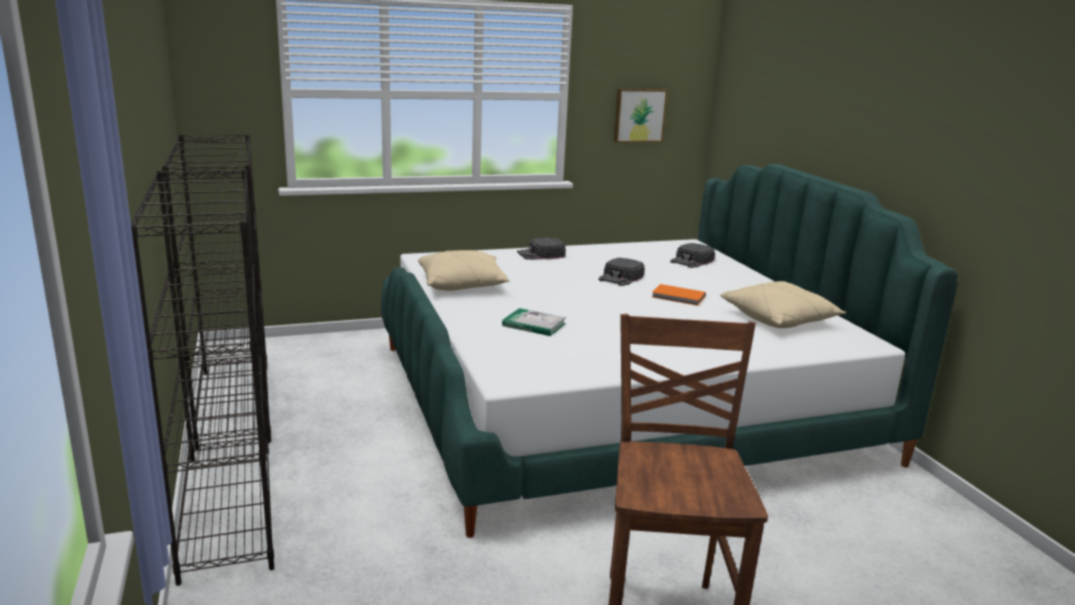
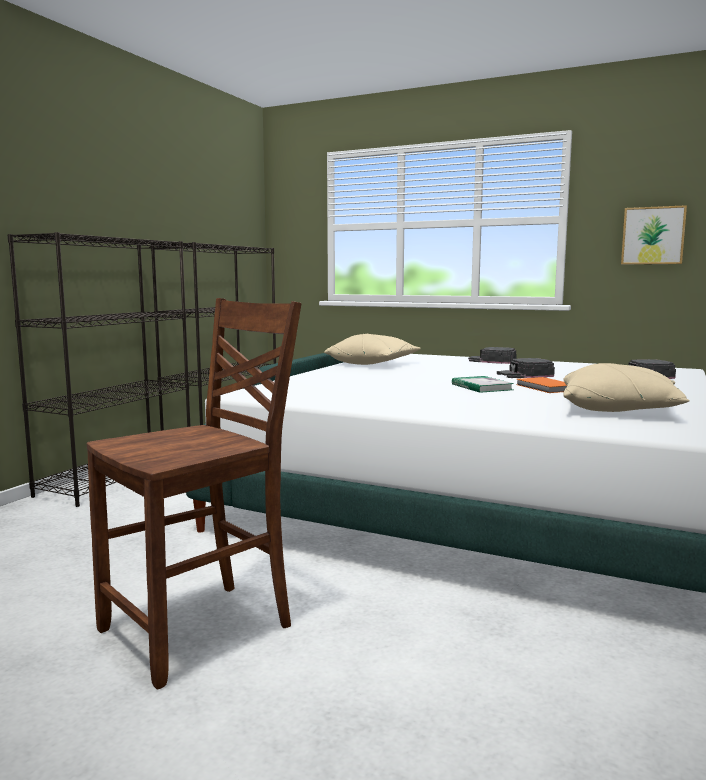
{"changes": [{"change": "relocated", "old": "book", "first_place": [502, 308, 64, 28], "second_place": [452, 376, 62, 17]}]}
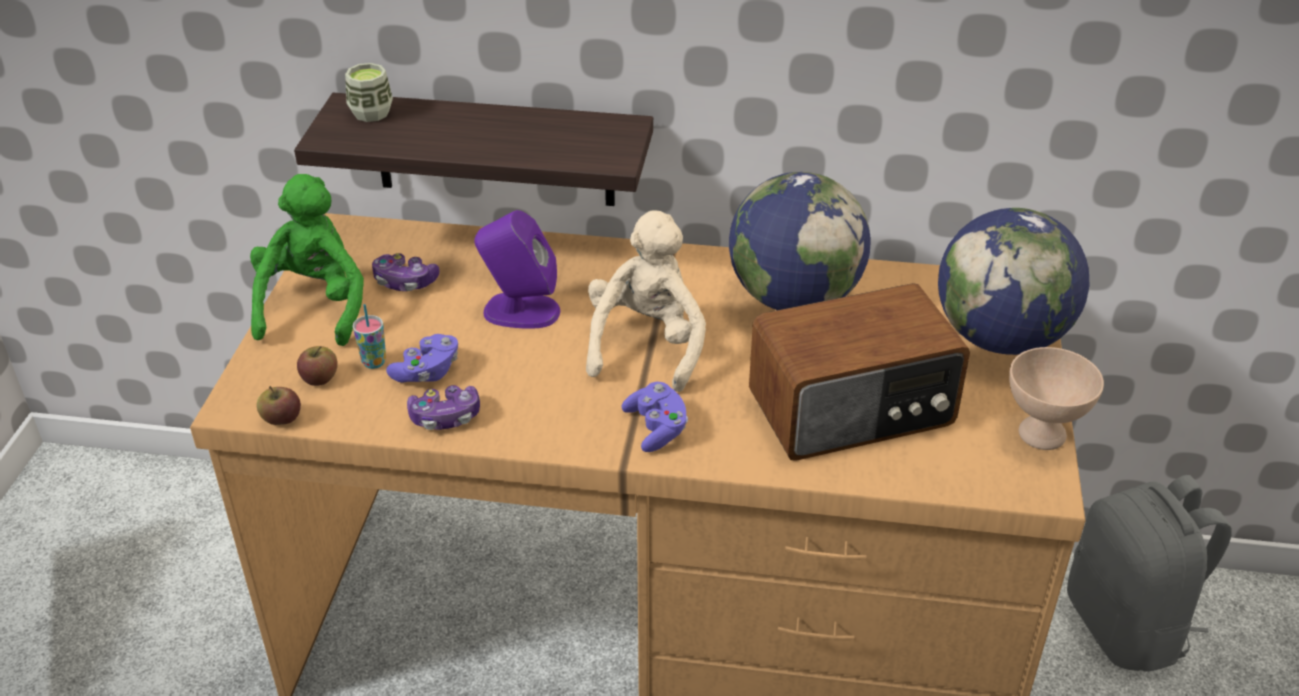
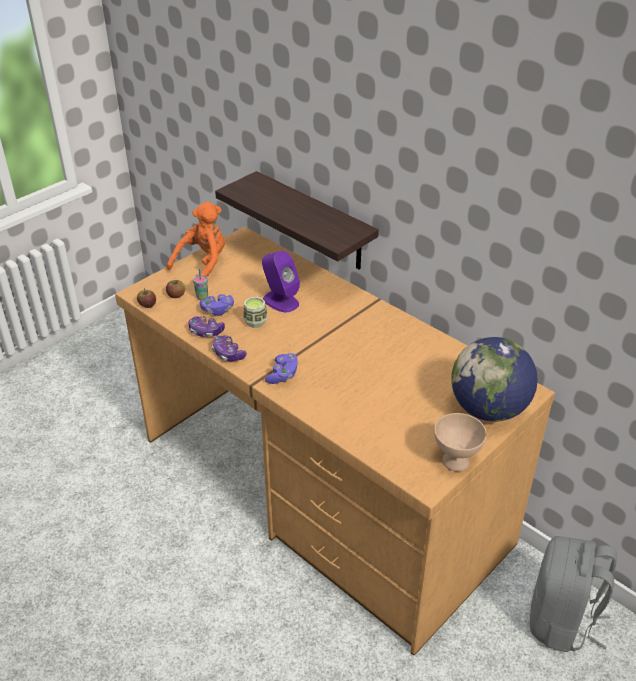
{"changes": [{"change": "colour", "old": "green-coloured cuddly toy", "new": "orange cuddly toy", "first_place": [250, 174, 114, 172], "second_place": [167, 202, 58, 75]}, {"change": "relocated", "old": "drinking cup", "first_place": [345, 63, 48, 59], "second_place": [243, 297, 24, 31]}, {"change": "relocated", "old": "joypad", "first_place": [372, 253, 67, 38], "second_place": [212, 335, 35, 26]}, {"change": "missing", "old": "sand-coloured cuddly toy", "first_place": [586, 210, 120, 182]}, {"change": "missing", "old": "desk globe", "first_place": [729, 172, 141, 138]}, {"change": "missing", "old": "radio set", "first_place": [749, 283, 221, 178]}]}
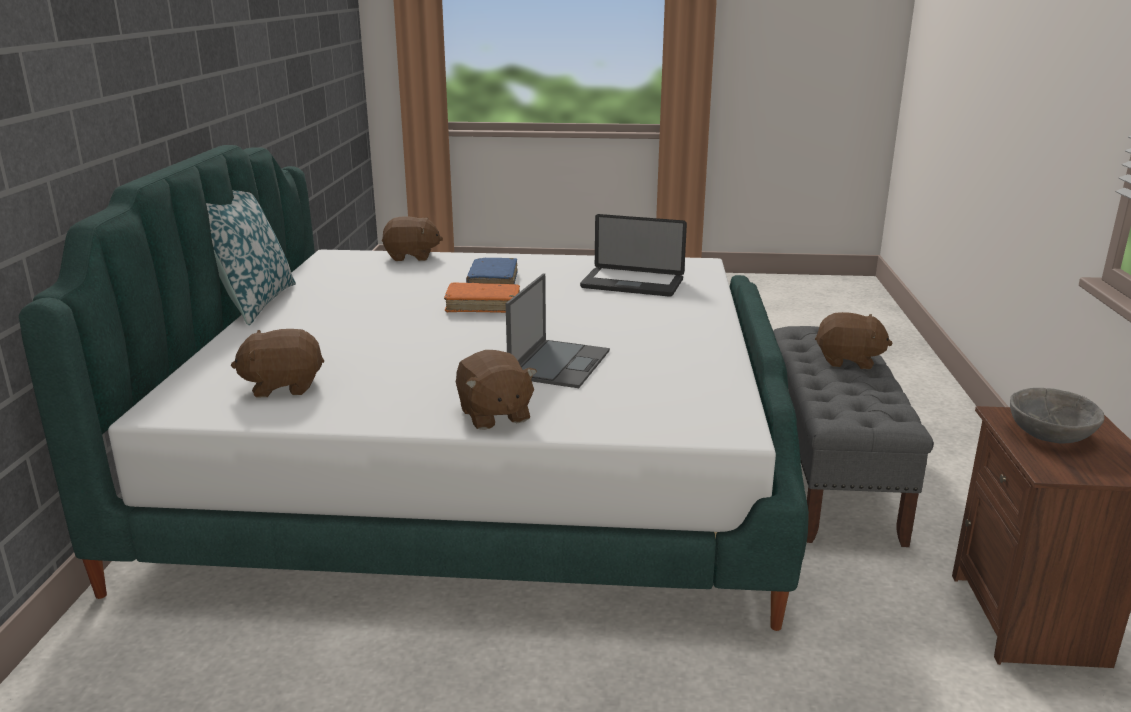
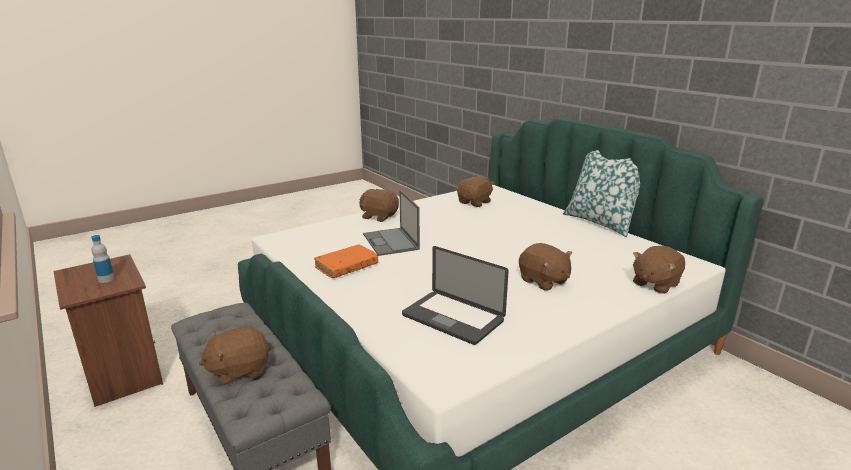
{"changes": [{"change": "relocated", "old": "orange book", "first_place": [444, 283, 76, 30], "second_place": [314, 245, 64, 33]}, {"change": "exchanged", "old": "blue-coloured book", "new": "brown-coloured cuddly toy", "first_place": [466, 258, 52, 26], "second_place": [519, 243, 53, 48]}, {"change": "spun", "old": "laptop", "first_place": [580, 214, 107, 83], "second_place": [402, 246, 107, 99], "degrees": -120}, {"change": "exchanged", "old": "grey deep dish", "new": "drink bottle", "first_place": [1010, 388, 94, 55], "second_place": [91, 235, 24, 48]}]}
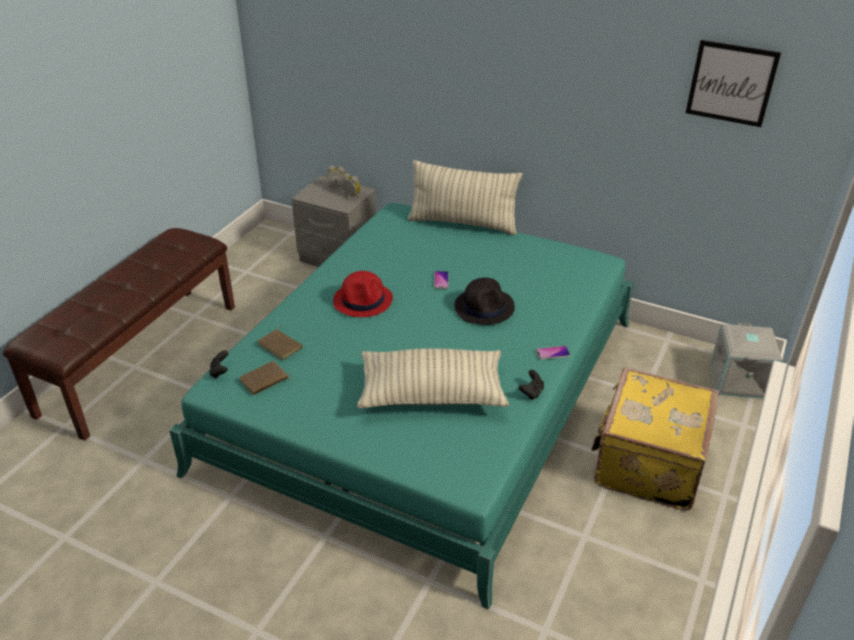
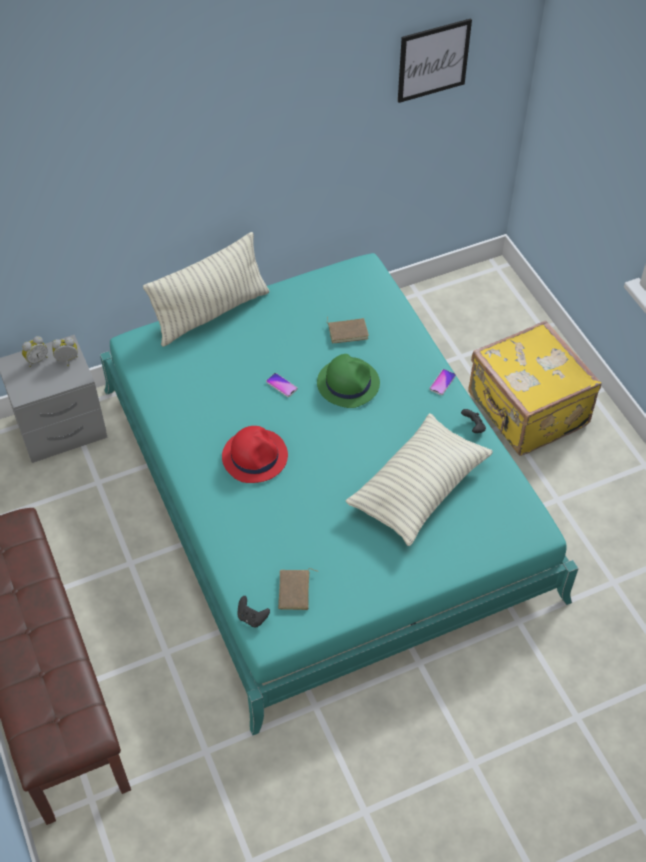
{"changes": [{"change": "relocated", "old": "brown-coloured book", "first_place": [258, 326, 44, 34], "second_place": [327, 317, 42, 26]}, {"change": "colour", "old": "black wearable hat", "new": "green-coloured wearable hat", "first_place": [454, 278, 61, 47], "second_place": [317, 354, 63, 54]}, {"change": "missing", "old": "grey storage box", "first_place": [710, 323, 73, 76]}]}
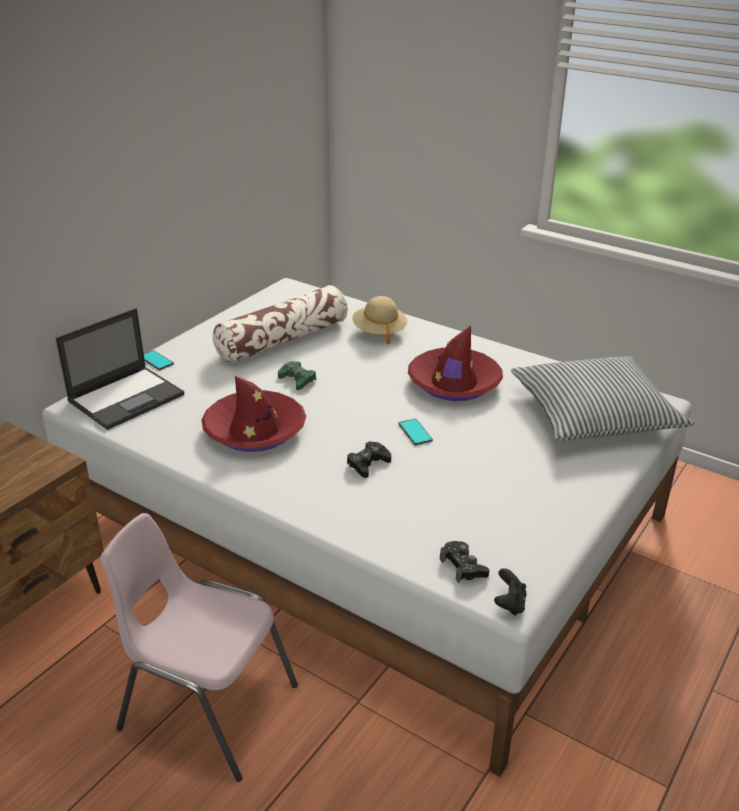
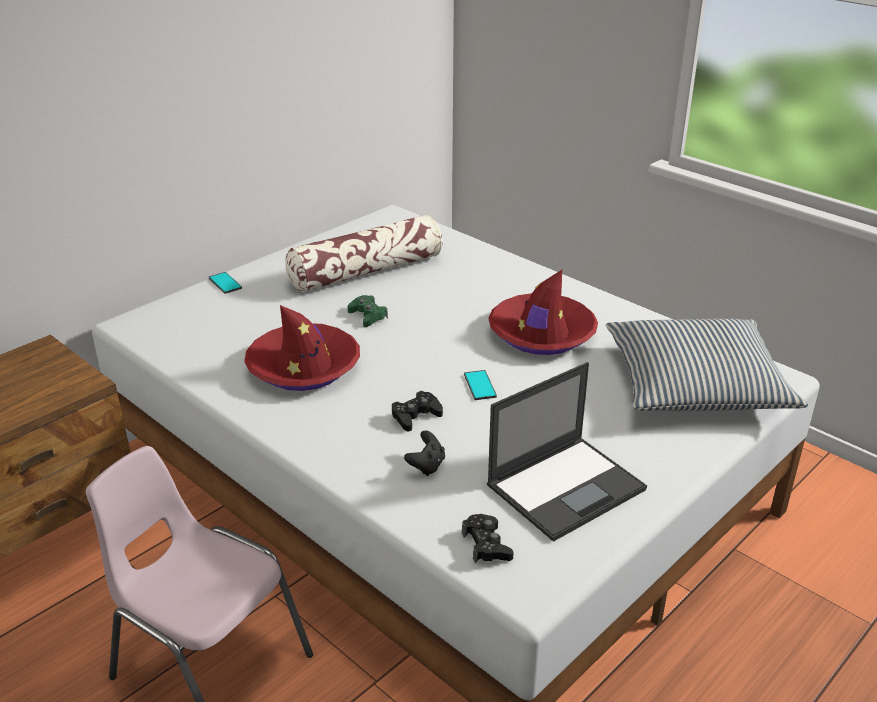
{"changes": [{"change": "relocated", "old": "laptop", "first_place": [56, 308, 128, 122], "second_place": [487, 362, 160, 180]}, {"change": "missing", "old": "sand-coloured wearable hat", "first_place": [352, 296, 55, 48]}, {"change": "relocated", "old": "black joypad", "first_place": [494, 568, 32, 48], "second_place": [404, 431, 41, 45]}]}
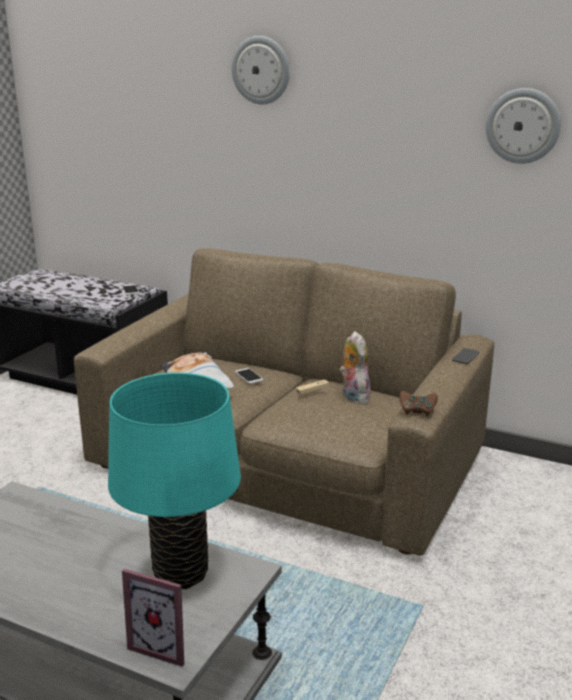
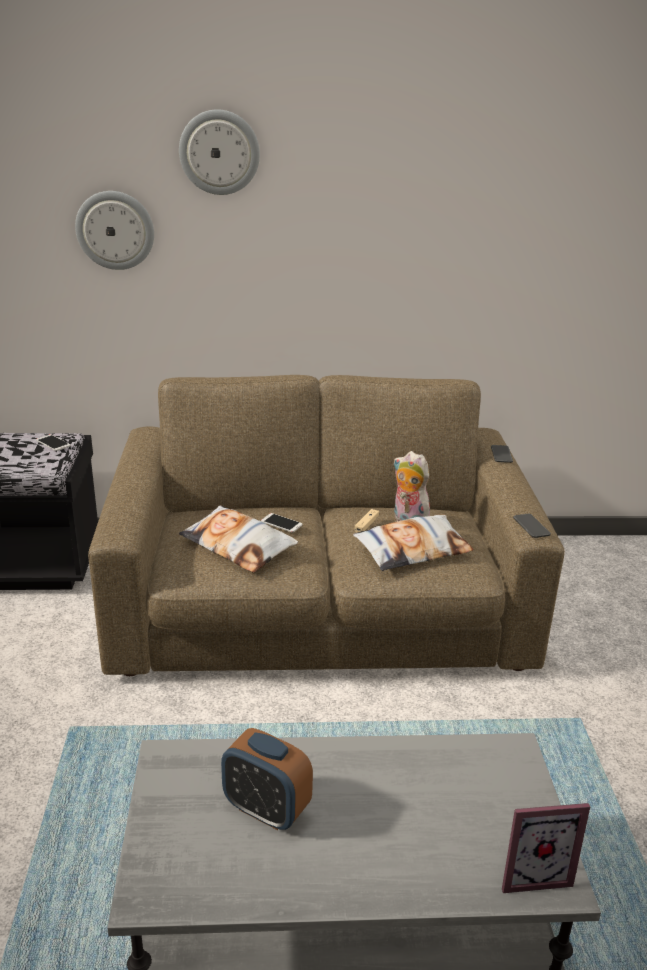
{"changes": [{"change": "missing", "old": "turquoise-coloured lamp for a table", "first_place": [108, 372, 133, 217]}, {"change": "exchanged", "old": "brown-coloured joypad", "new": "phone", "first_place": [399, 391, 39, 25], "second_place": [513, 514, 38, 24]}, {"change": "relocated", "old": "hanging clock", "first_place": [486, 88, 75, 76], "second_place": [75, 191, 79, 79]}, {"change": "appeared", "new": "table clock", "second_place": [221, 728, 92, 102]}, {"change": "appeared", "new": "throw pillow", "second_place": [353, 515, 121, 56]}]}
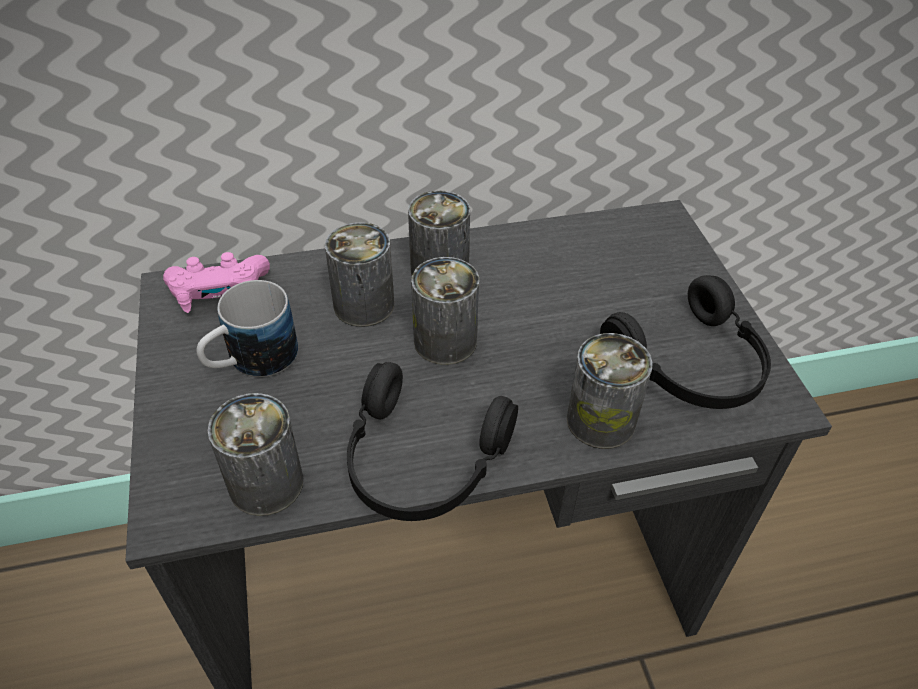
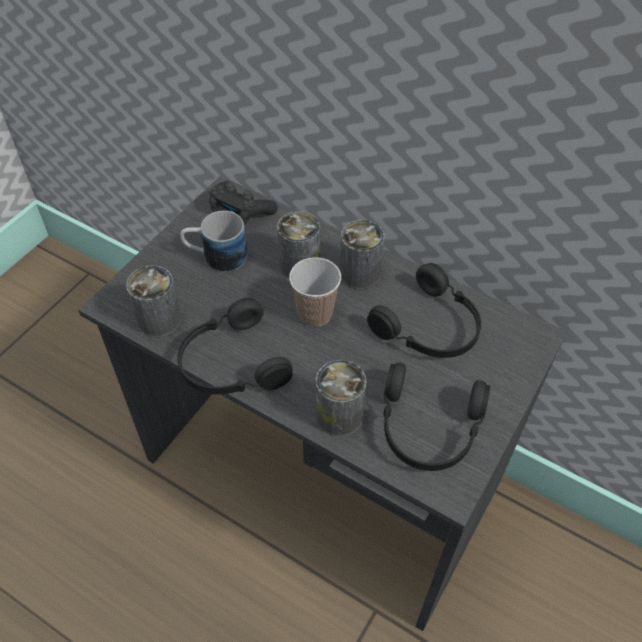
{"changes": [{"change": "colour", "old": "pinkish joypad", "new": "black joypad", "first_place": [163, 252, 107, 61], "second_place": [209, 181, 69, 44]}, {"change": "exchanged", "old": "metal can", "new": "drinking cup", "first_place": [411, 257, 68, 108], "second_place": [289, 257, 52, 70]}, {"change": "appeared", "new": "black headset", "second_place": [367, 263, 114, 95]}]}
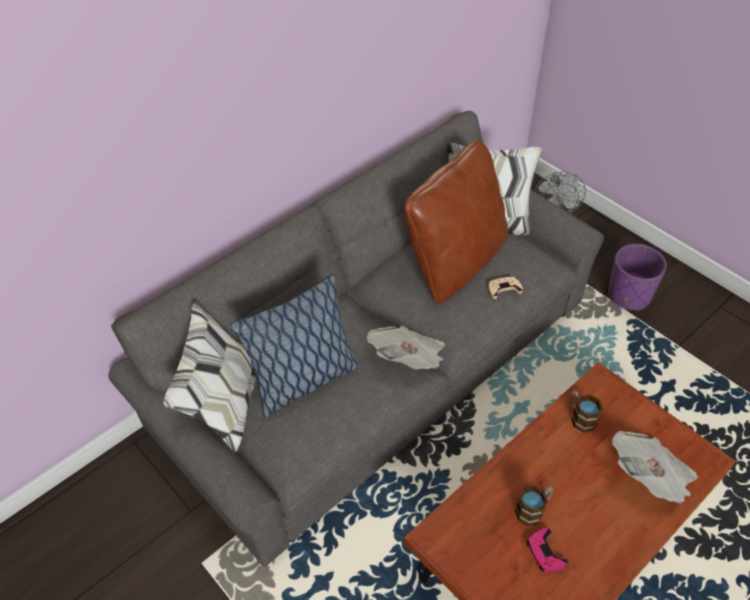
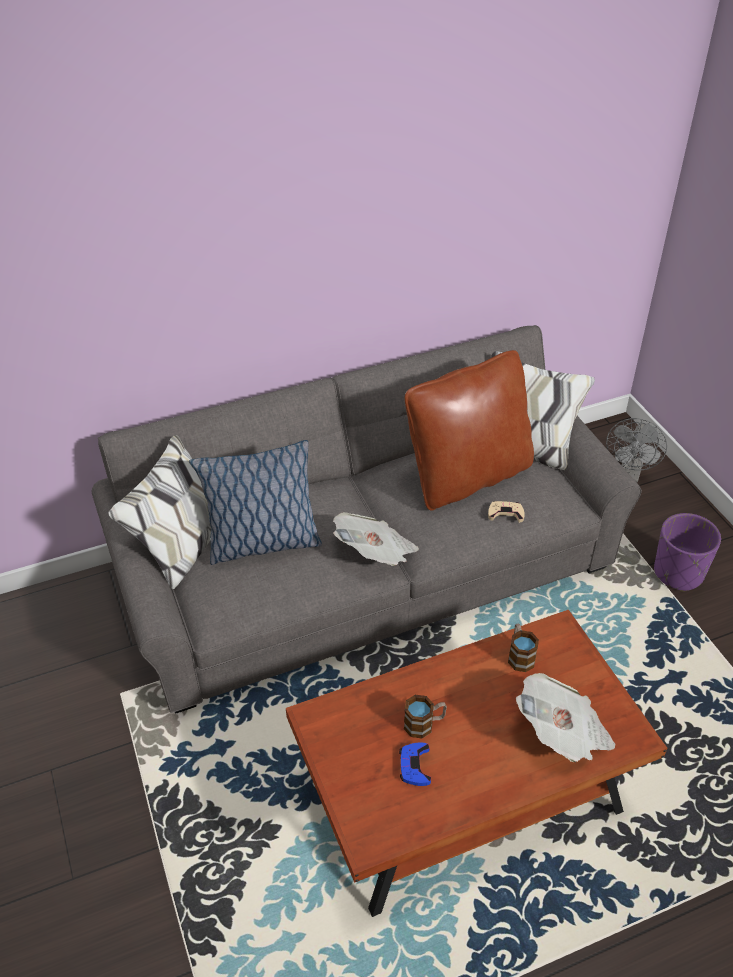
{"changes": [{"change": "colour", "old": "pinkish joypad", "new": "blue-coloured joypad", "first_place": [526, 528, 42, 44], "second_place": [399, 743, 32, 43]}]}
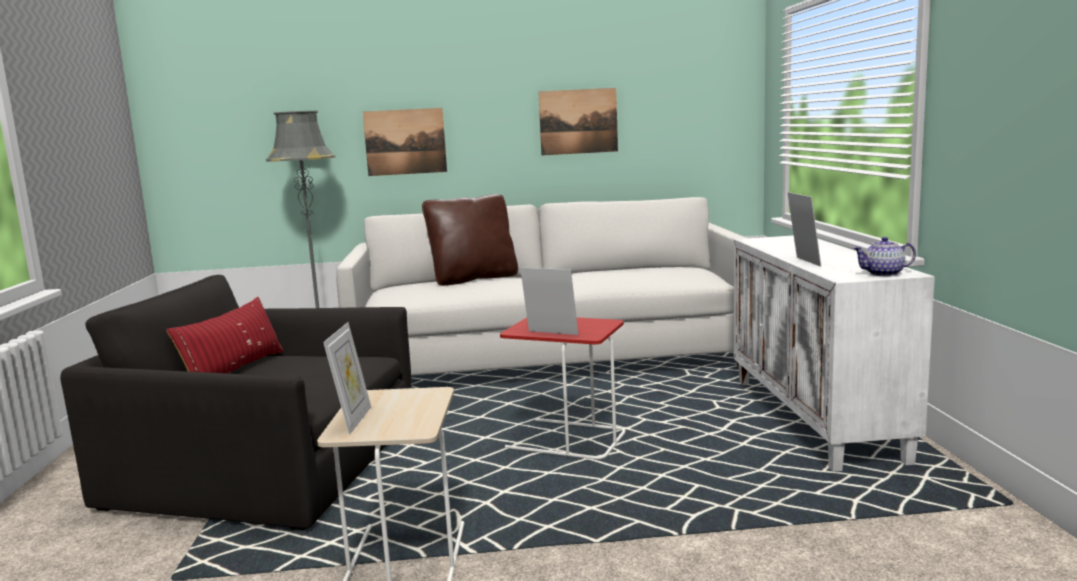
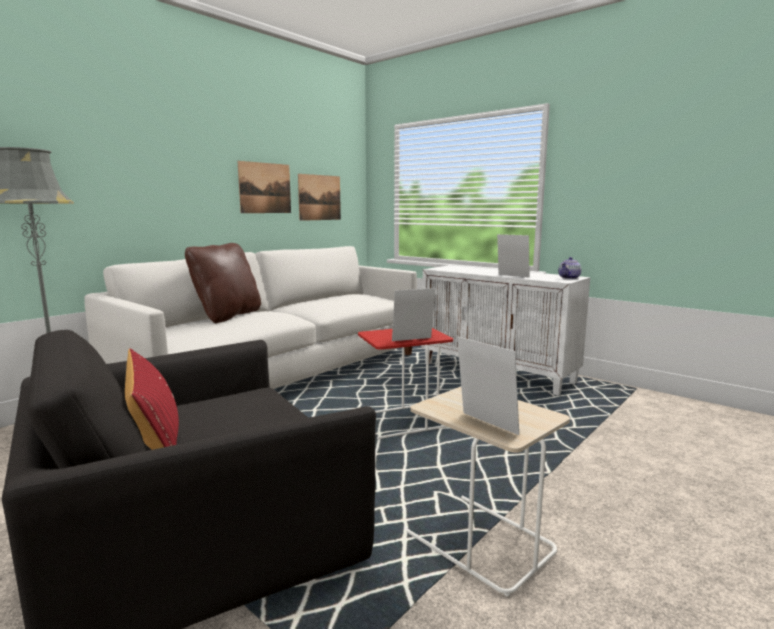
{"changes": [{"change": "relocated", "old": "wall art", "first_place": [363, 108, 84, 68], "second_place": [298, 174, 43, 47]}]}
